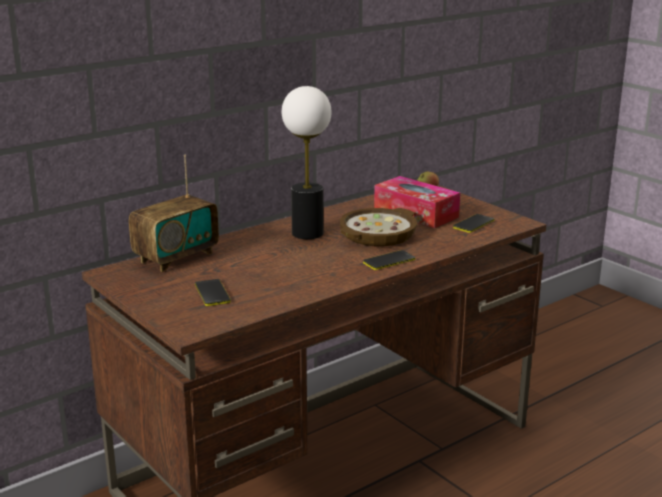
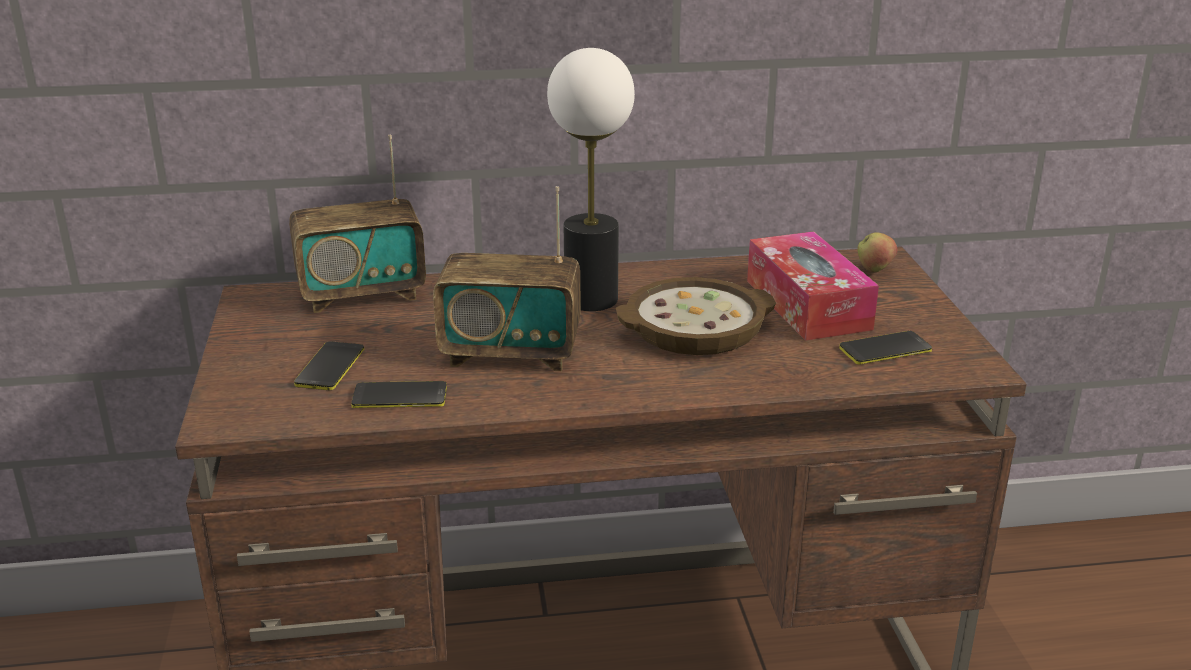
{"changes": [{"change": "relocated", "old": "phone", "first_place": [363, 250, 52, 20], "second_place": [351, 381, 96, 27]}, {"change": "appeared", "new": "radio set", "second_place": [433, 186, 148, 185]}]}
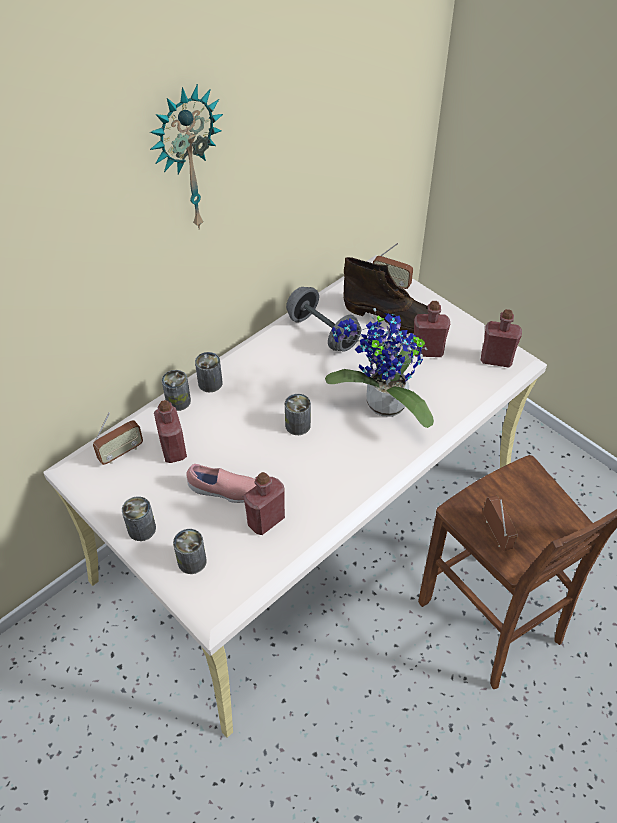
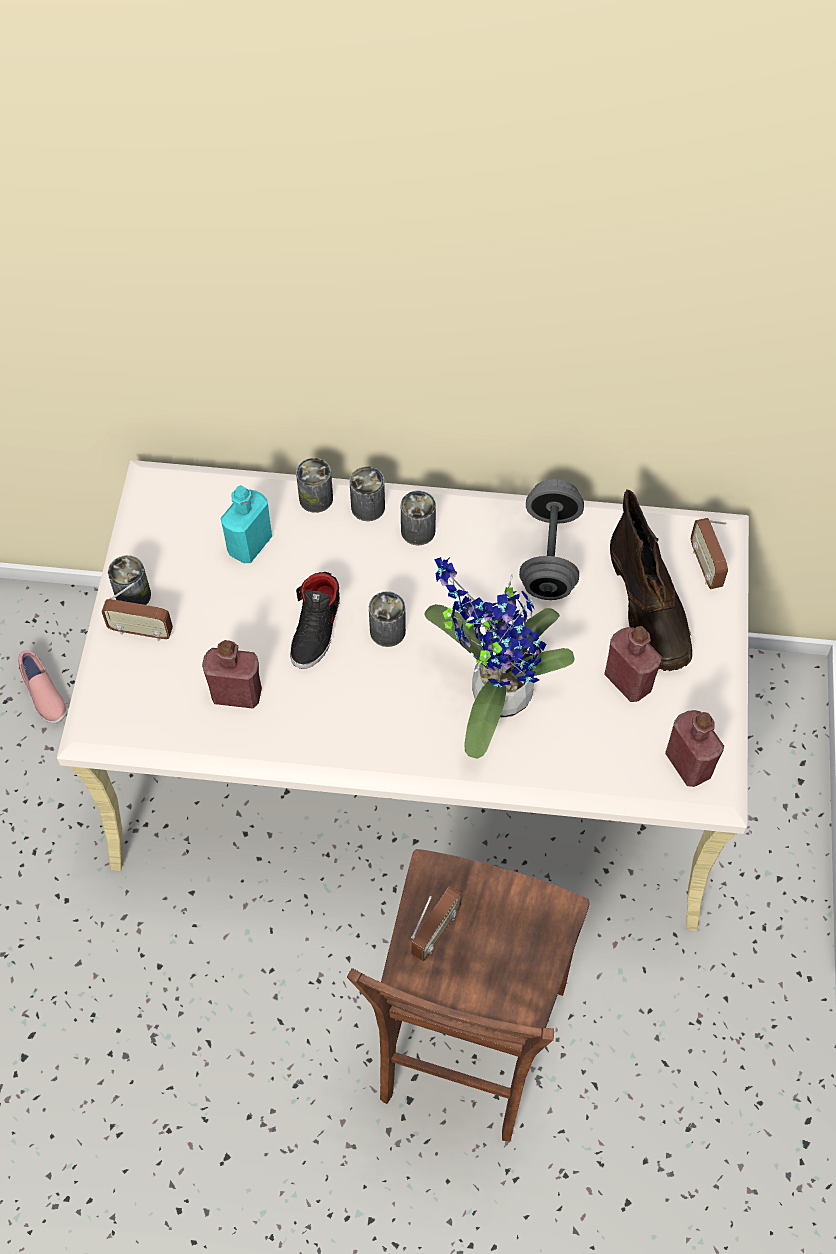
{"changes": [{"change": "relocated", "old": "radio set", "first_place": [93, 412, 50, 53], "second_place": [102, 583, 71, 58]}, {"change": "missing", "old": "hanging clock", "first_place": [150, 84, 73, 146]}, {"change": "colour", "old": "reddish drink bottle", "new": "turquoise-coloured drink bottle", "first_place": [154, 400, 33, 63], "second_place": [221, 485, 51, 78]}, {"change": "relocated", "old": "metal can", "first_place": [173, 529, 34, 45], "second_place": [401, 490, 35, 55]}, {"change": "relocated", "old": "pinkish low shoe", "first_place": [186, 464, 71, 39], "second_place": [18, 650, 50, 74]}, {"change": "appeared", "new": "black low shoe", "second_place": [290, 572, 50, 97]}]}
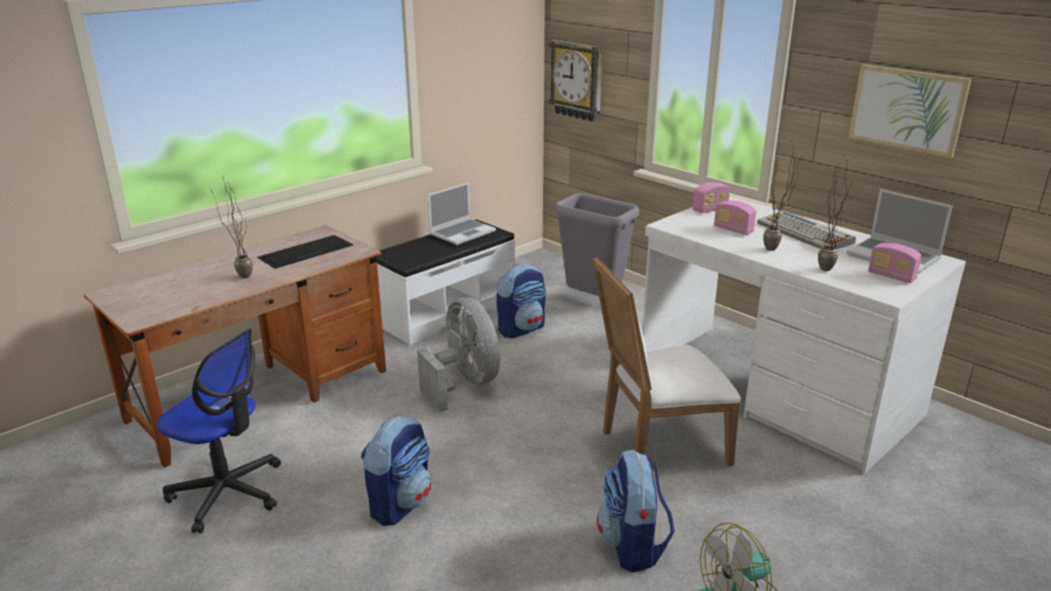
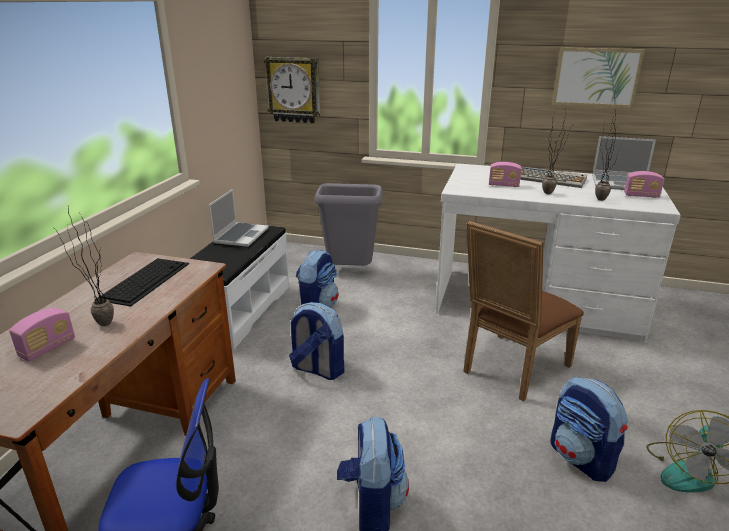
{"changes": [{"change": "exchanged", "old": "grey fan", "new": "rucksack", "first_place": [417, 298, 83, 114], "second_place": [289, 302, 55, 78]}, {"change": "colour", "old": "white-coloured plain chair", "new": "brown-coloured plain chair", "first_place": [592, 257, 149, 209], "second_place": [463, 221, 121, 181]}, {"change": "relocated", "old": "radio set", "first_place": [693, 182, 37, 31], "second_place": [9, 308, 66, 53]}]}
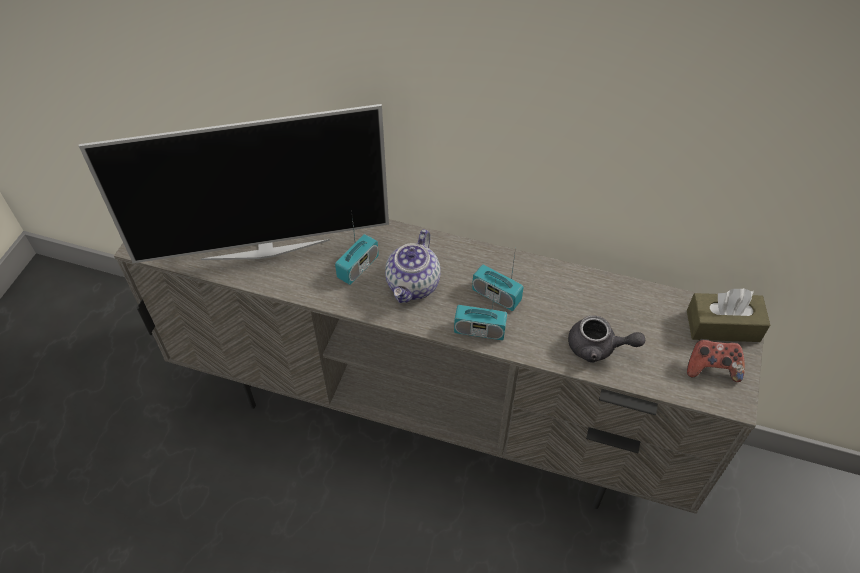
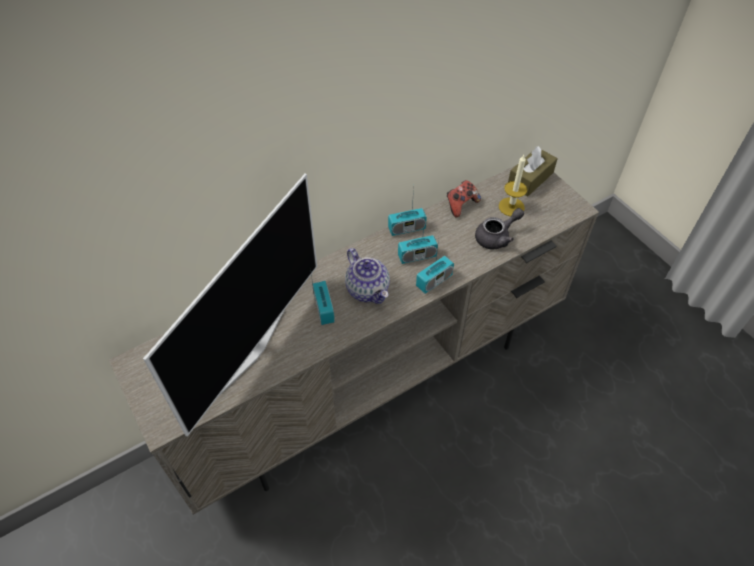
{"changes": [{"change": "relocated", "old": "joypad", "first_place": [687, 339, 58, 43], "second_place": [447, 180, 34, 38]}, {"change": "appeared", "new": "radio set", "second_place": [388, 188, 39, 48]}, {"change": "appeared", "new": "candle", "second_place": [499, 155, 28, 61]}]}
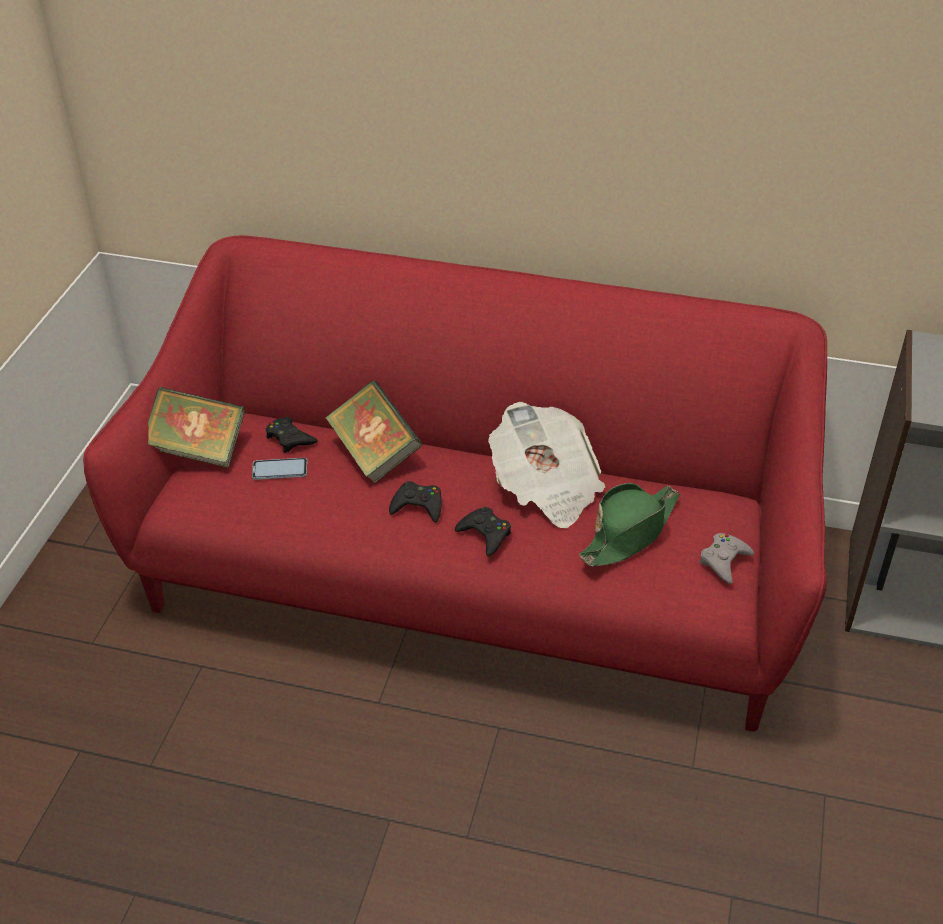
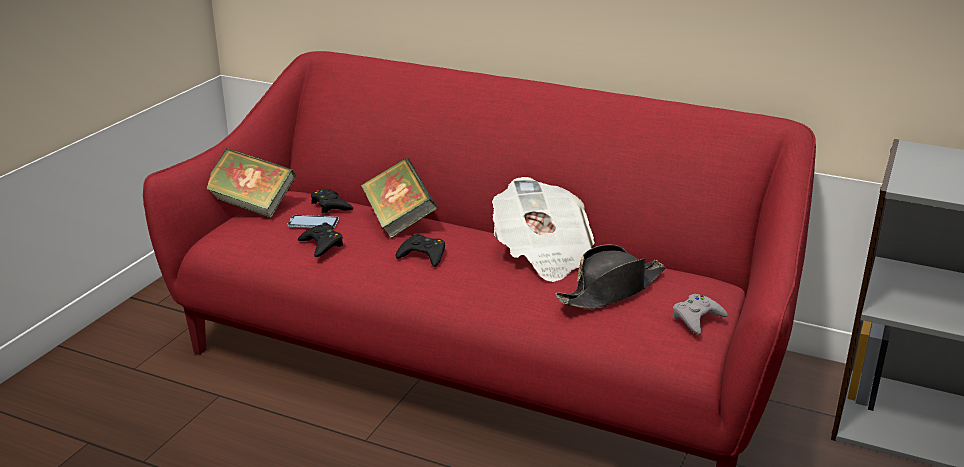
{"changes": [{"change": "relocated", "old": "black joypad", "first_place": [455, 507, 56, 49], "second_place": [298, 222, 45, 35]}, {"change": "colour", "old": "green-coloured wearable hat", "new": "black wearable hat", "first_place": [579, 483, 101, 83], "second_place": [556, 244, 109, 65]}]}
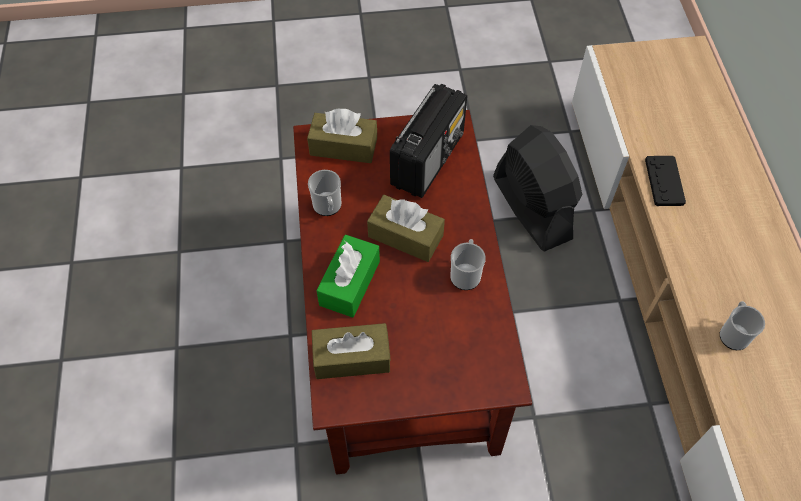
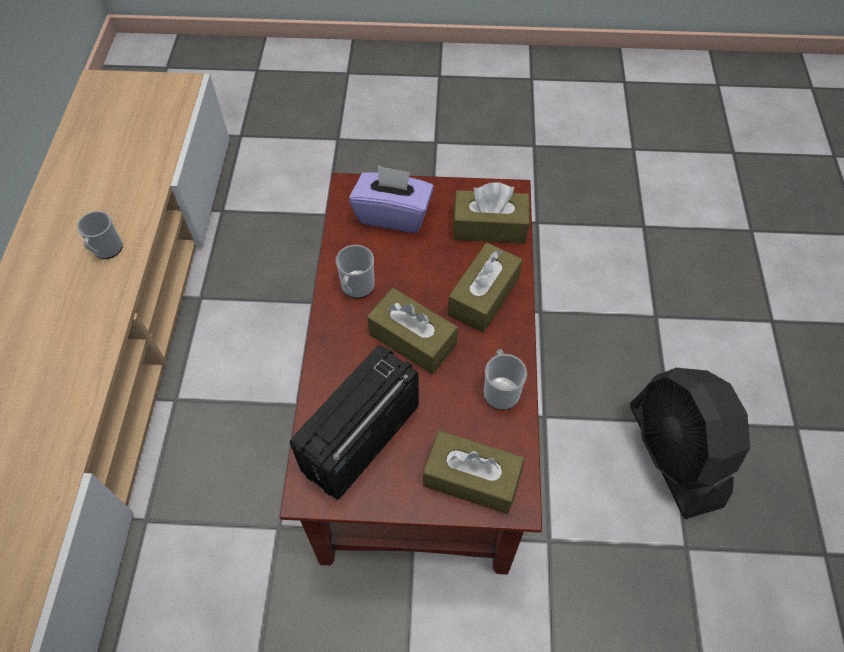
{"changes": [{"change": "colour", "old": "green-coloured tissue holder", "new": "brown-coloured tissue holder", "first_place": [317, 235, 63, 83], "second_place": [448, 243, 74, 90]}, {"change": "relocated", "old": "black fan", "first_place": [493, 125, 90, 127], "second_place": [630, 368, 120, 151]}, {"change": "missing", "old": "black joypad", "first_place": [645, 156, 41, 50]}, {"change": "appeared", "new": "purple tissue holder", "second_place": [349, 165, 85, 68]}]}
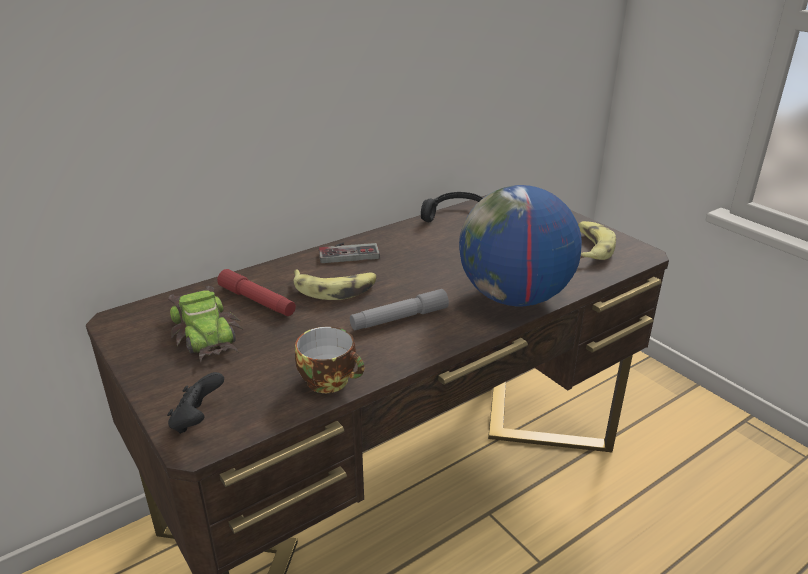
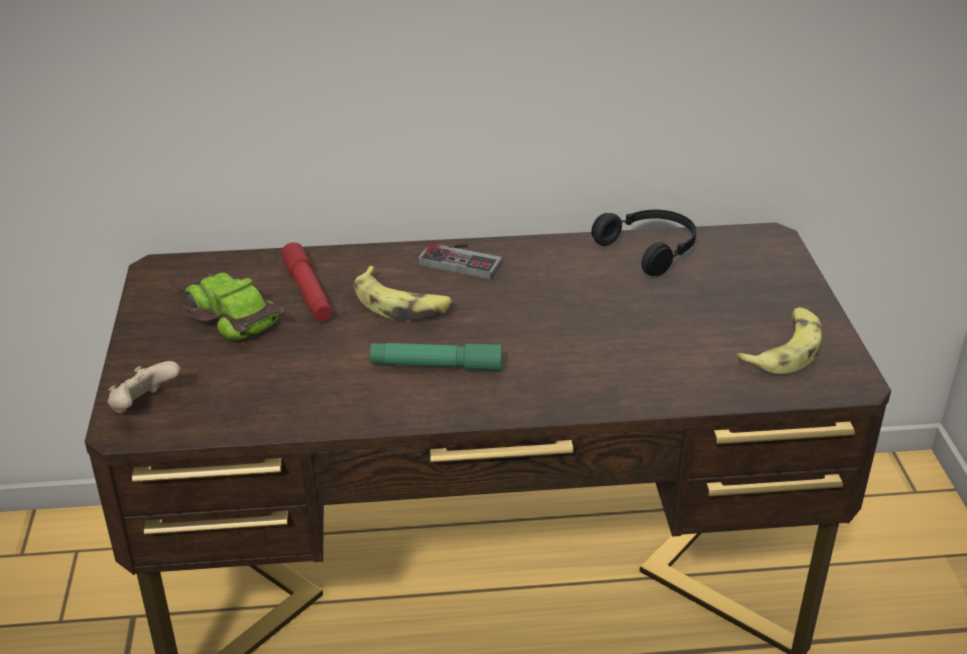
{"changes": [{"change": "colour", "old": "black joypad", "new": "sand-coloured joypad", "first_place": [167, 372, 57, 62], "second_place": [108, 361, 72, 52]}, {"change": "spun", "old": "miniature car", "first_place": [168, 286, 75, 76], "second_place": [173, 269, 112, 72], "degrees": 135}, {"change": "missing", "old": "drinking cup", "first_place": [295, 327, 69, 66]}, {"change": "colour", "old": "grey hand torch", "new": "green-coloured hand torch", "first_place": [350, 289, 99, 41], "second_place": [370, 343, 132, 28]}, {"change": "missing", "old": "desk globe", "first_place": [459, 185, 123, 121]}]}
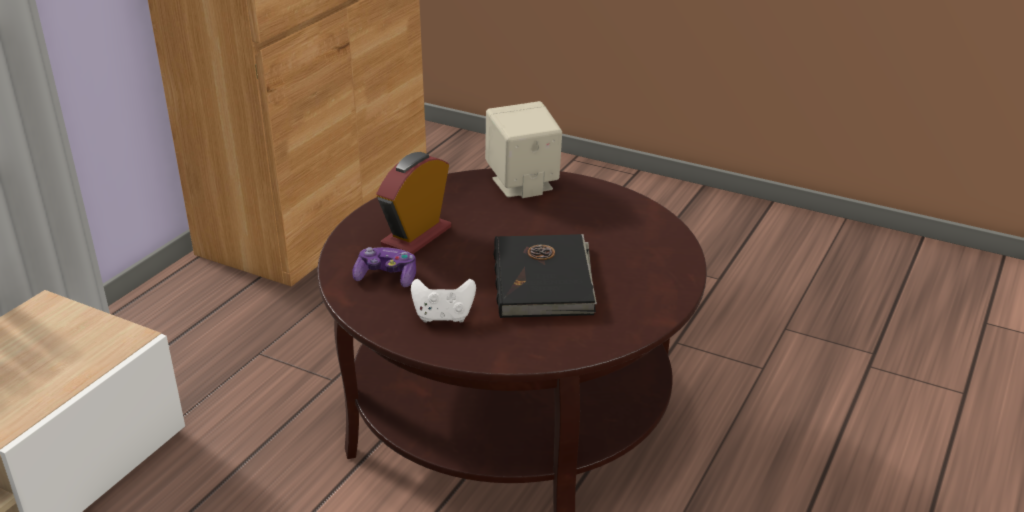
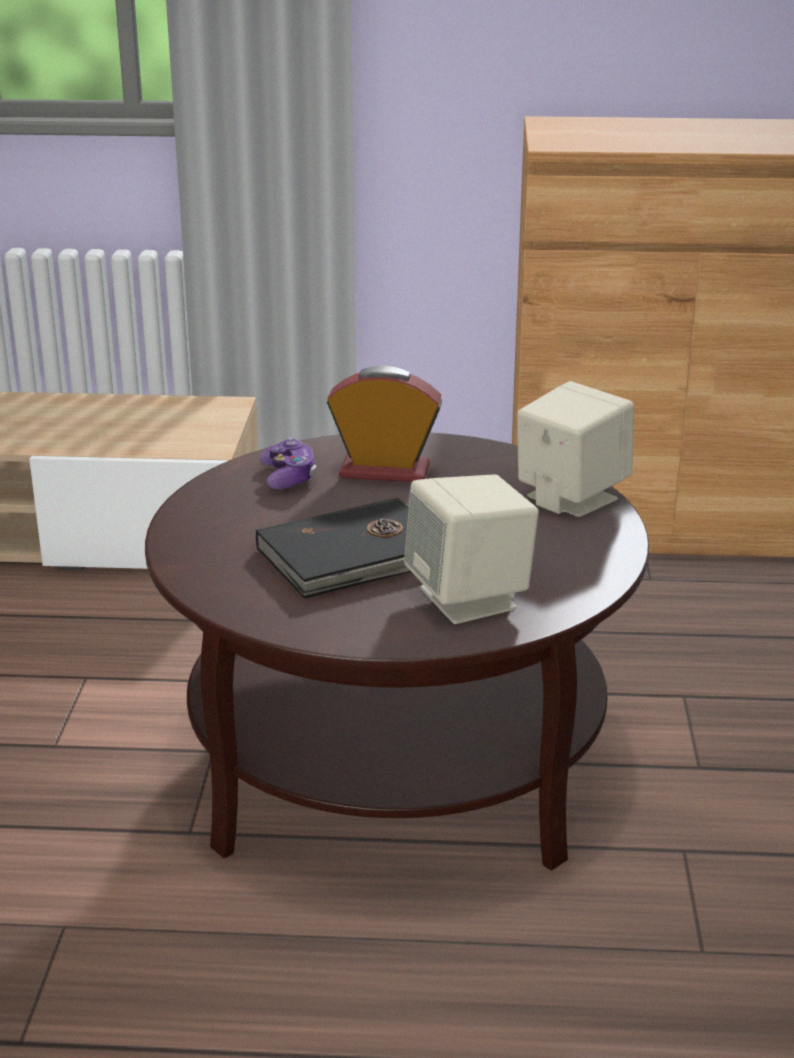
{"changes": [{"change": "missing", "old": "white-coloured joypad", "first_place": [411, 279, 65, 44]}, {"change": "appeared", "new": "sand-coloured loudspeaker", "second_place": [404, 475, 135, 149]}]}
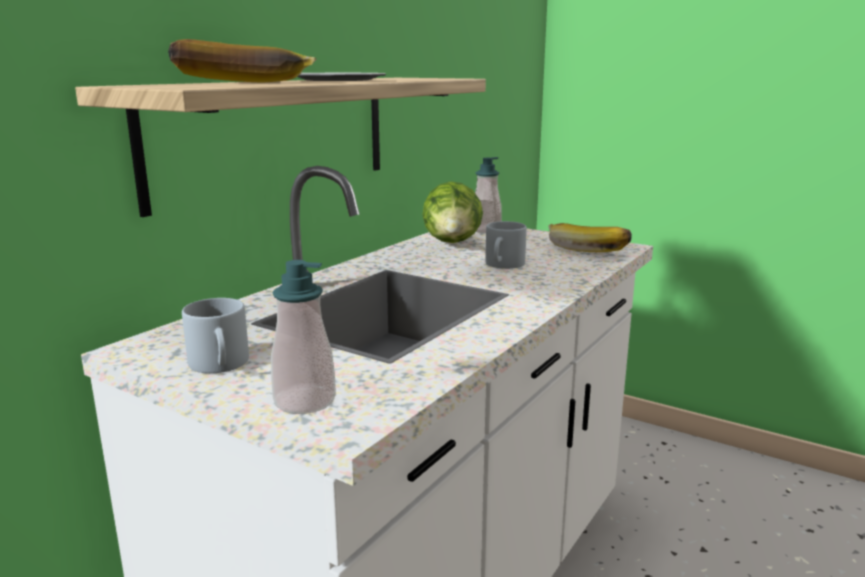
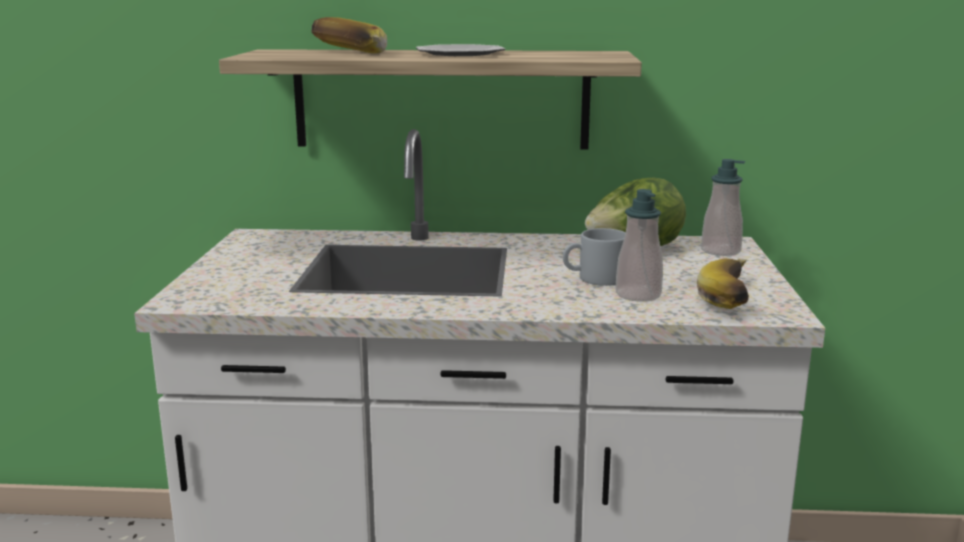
{"changes": [{"change": "missing", "old": "grey tea mug", "first_place": [182, 298, 67, 75]}, {"change": "relocated", "old": "soap bottle", "first_place": [271, 260, 65, 154], "second_place": [615, 189, 48, 113]}]}
